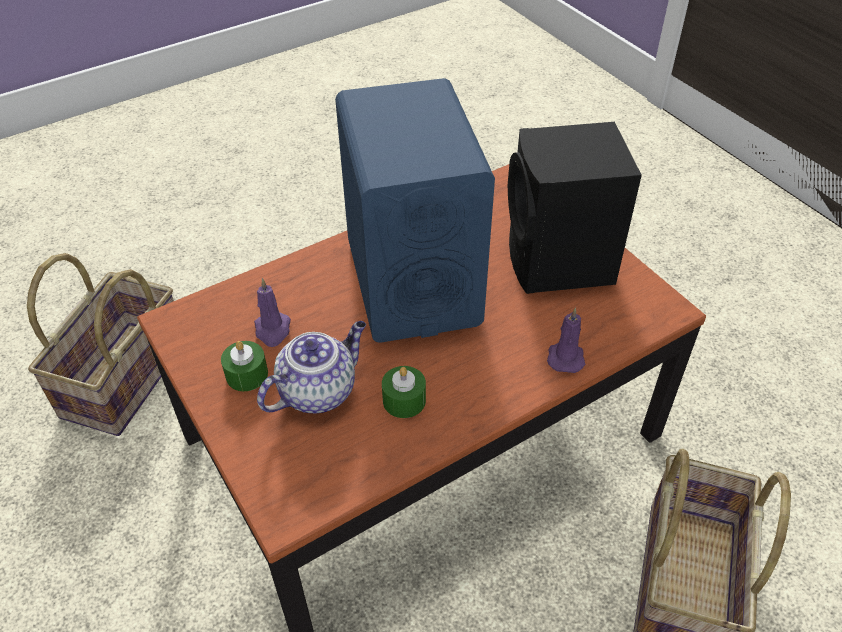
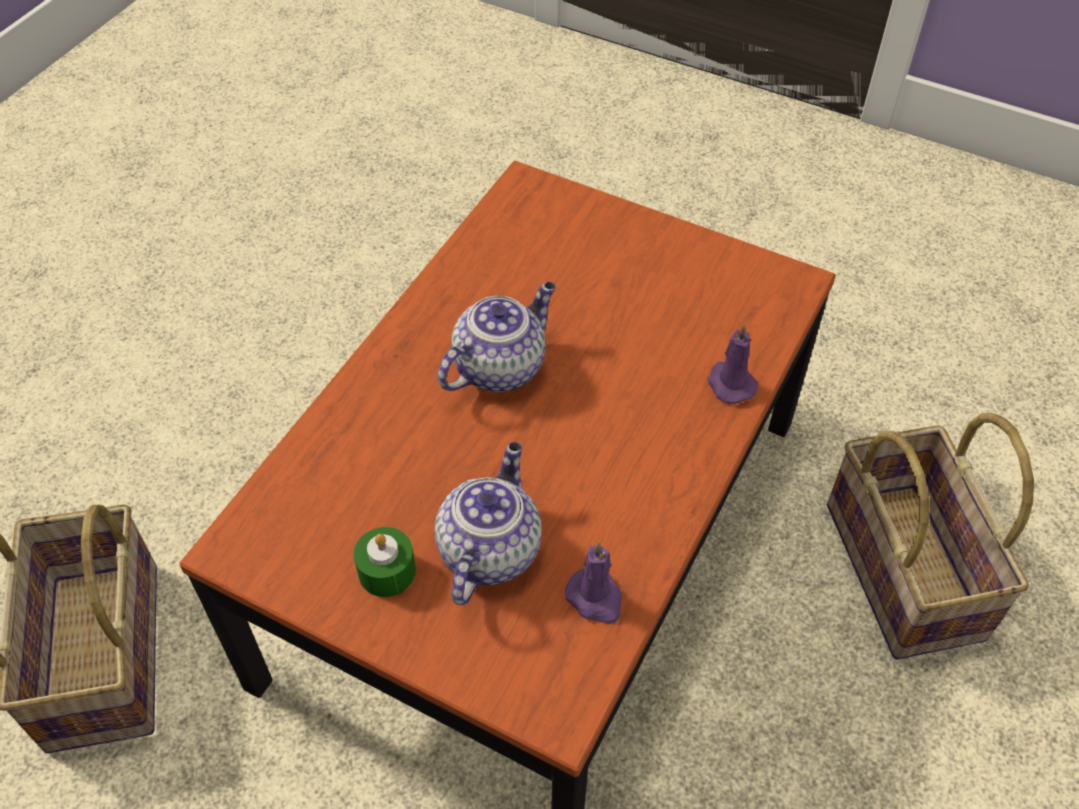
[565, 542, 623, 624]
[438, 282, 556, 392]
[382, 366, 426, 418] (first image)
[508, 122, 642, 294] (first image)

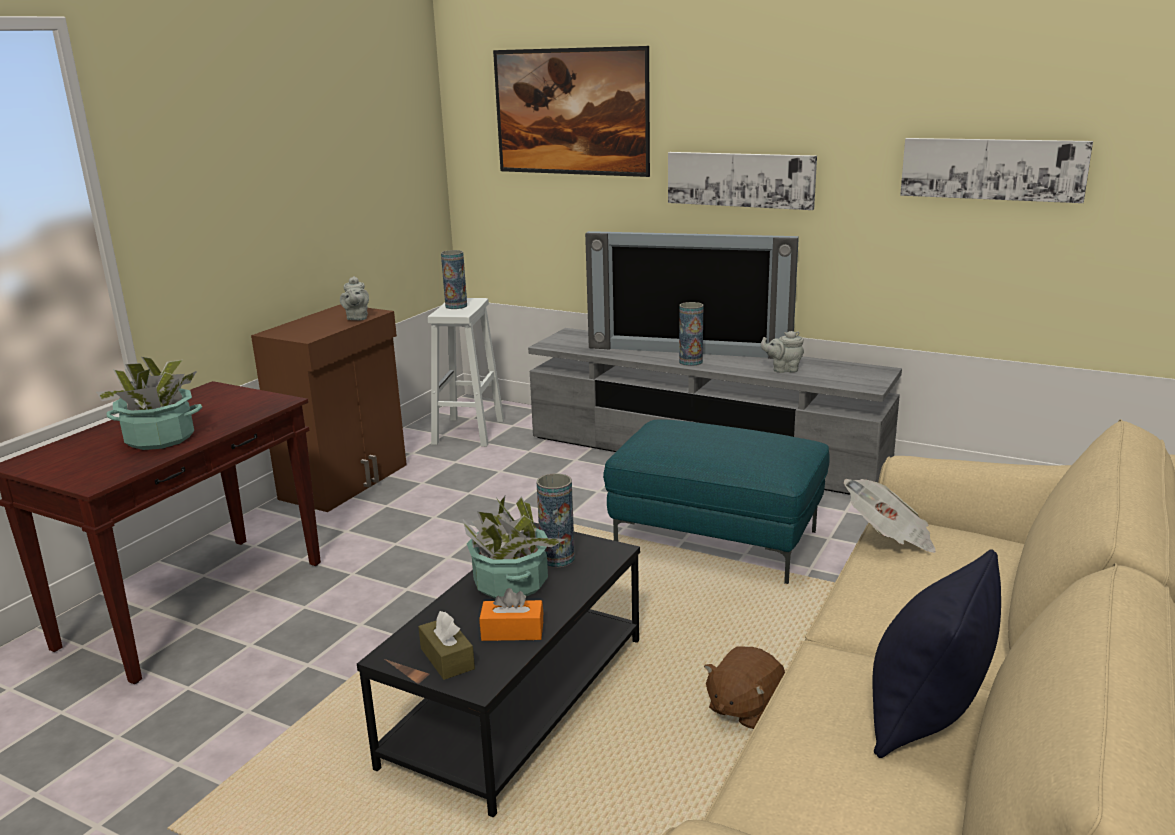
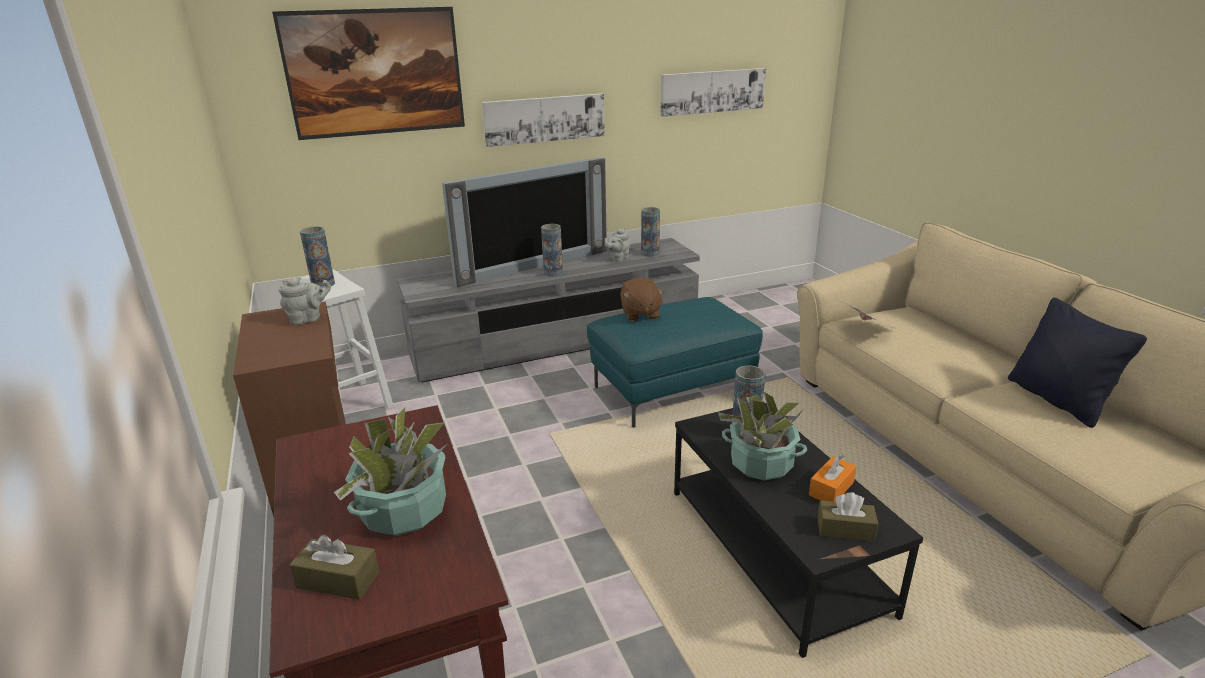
[279, 277, 331, 325]
[620, 277, 665, 322]
[289, 535, 379, 600]
[641, 207, 660, 257]

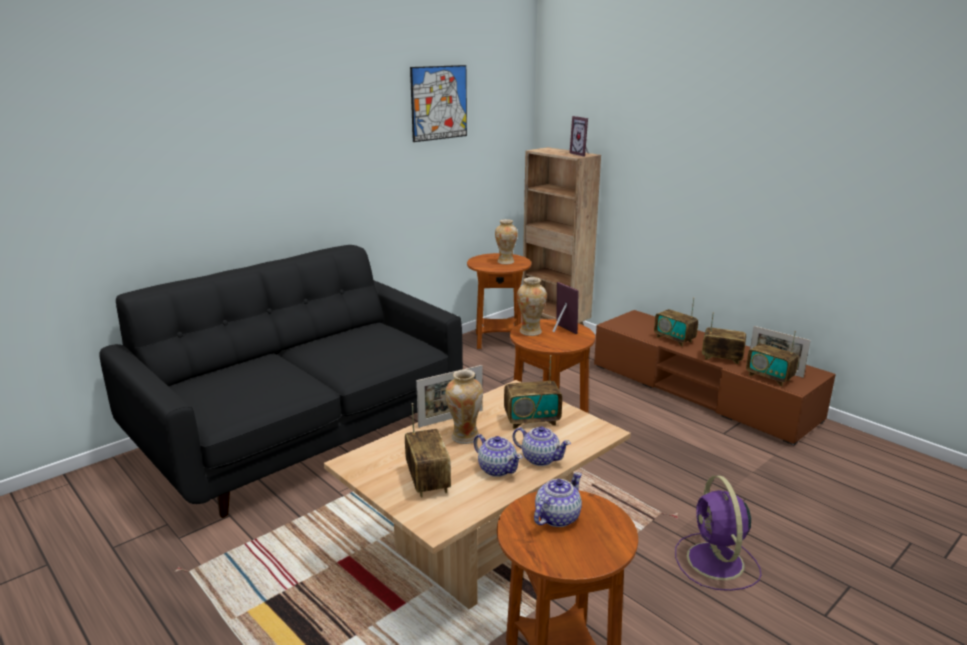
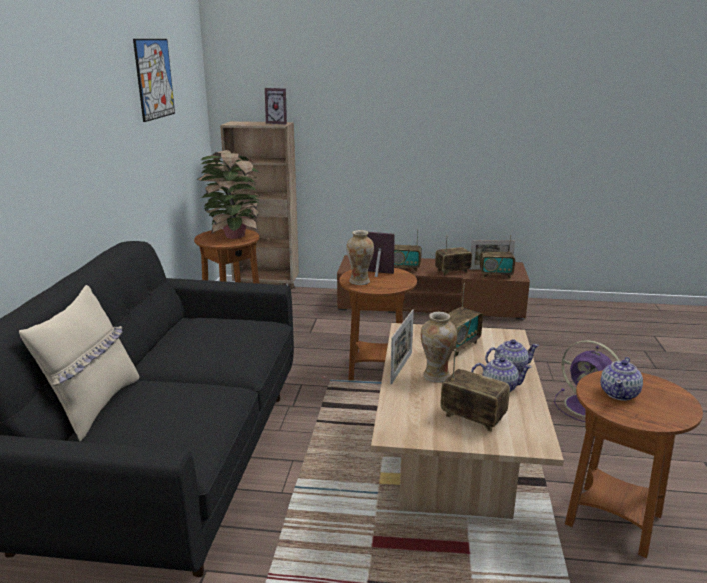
[196, 150, 259, 239]
[601, 357, 643, 401]
[19, 285, 139, 442]

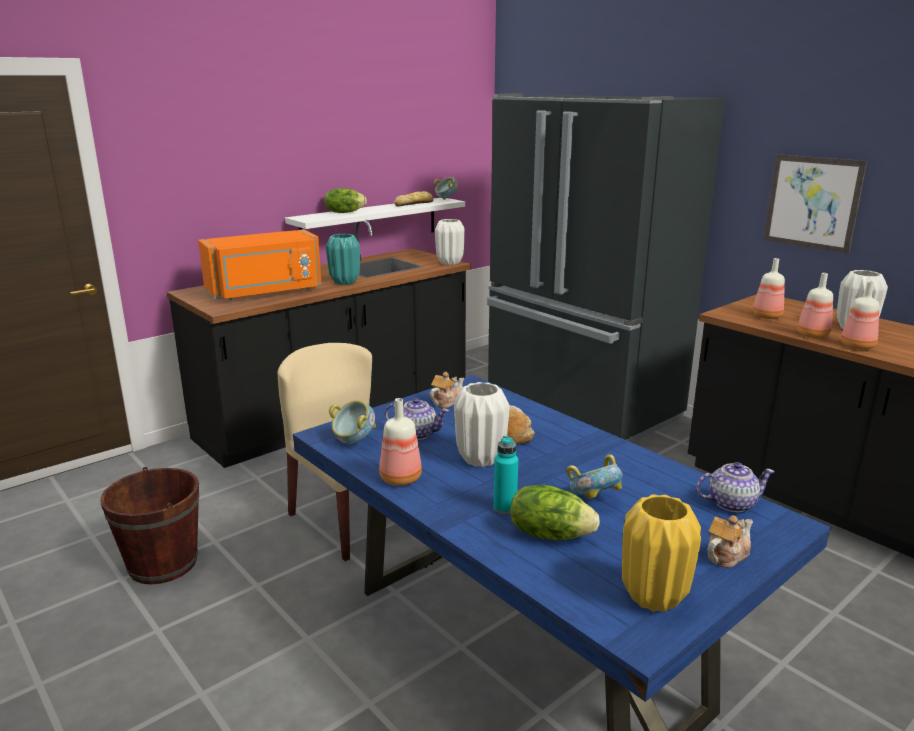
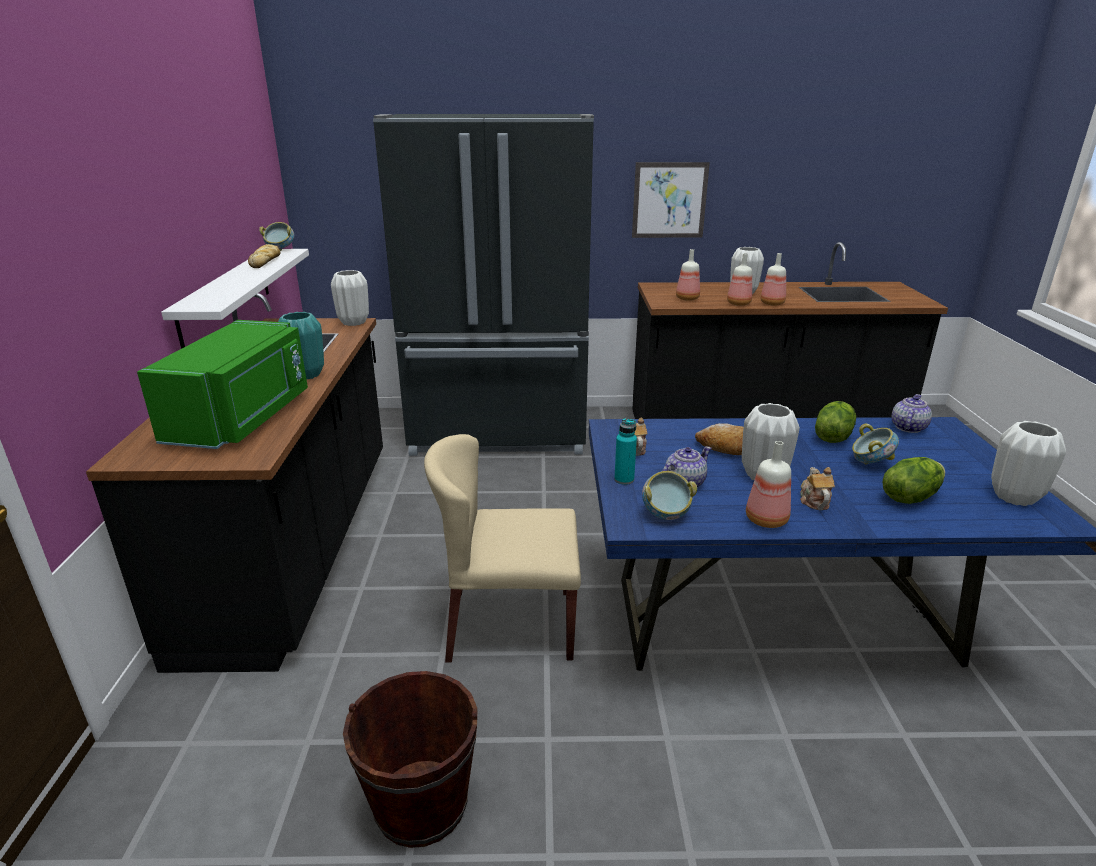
[137, 320, 308, 449]
[815, 401, 856, 443]
[614, 418, 637, 485]
[991, 421, 1066, 506]
[800, 467, 835, 510]

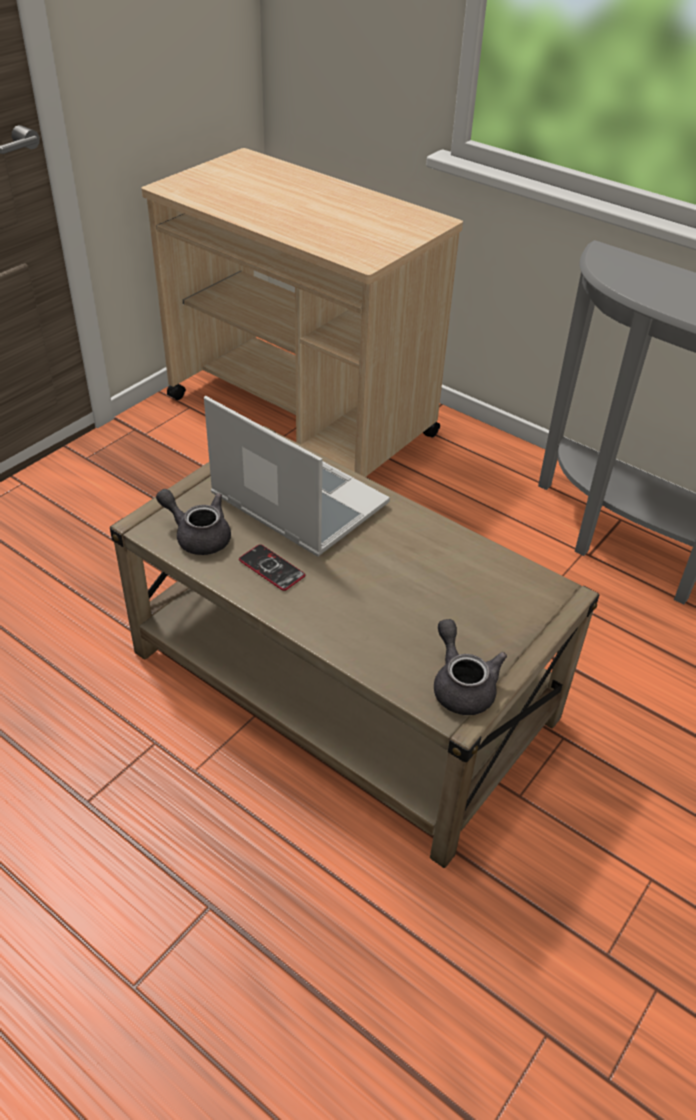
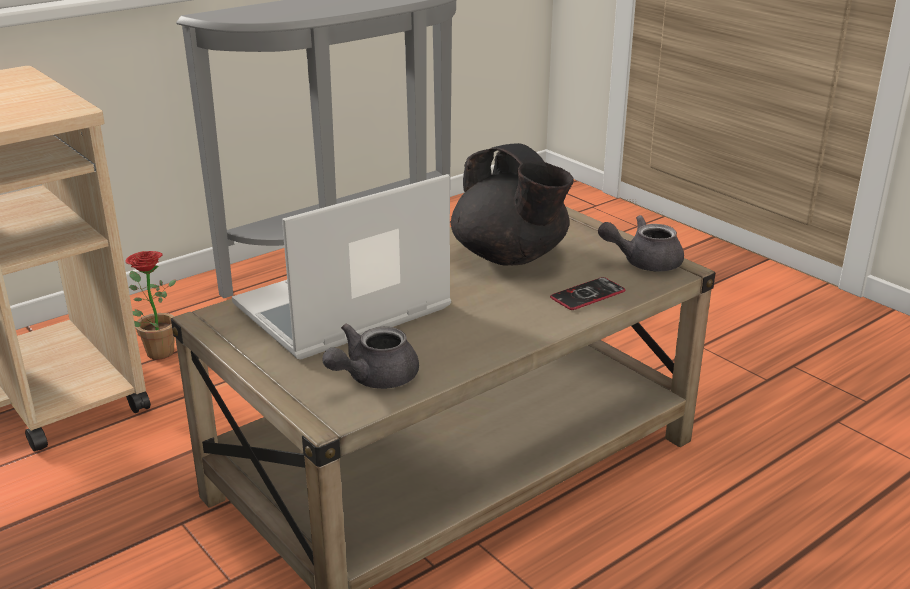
[550, 277, 625, 310]
[125, 251, 176, 360]
[451, 143, 574, 266]

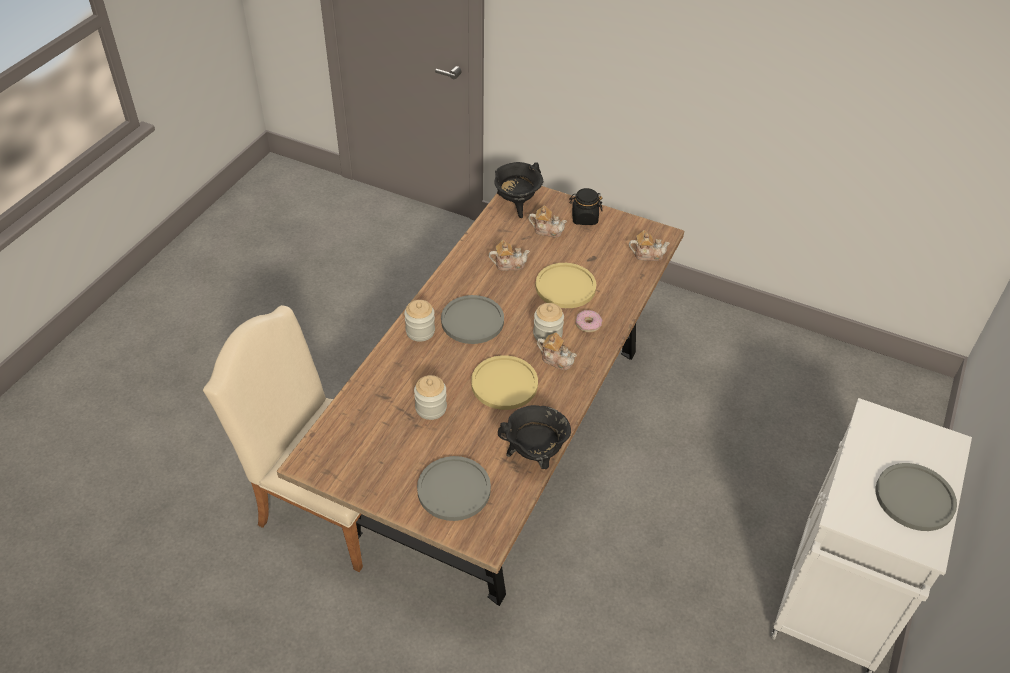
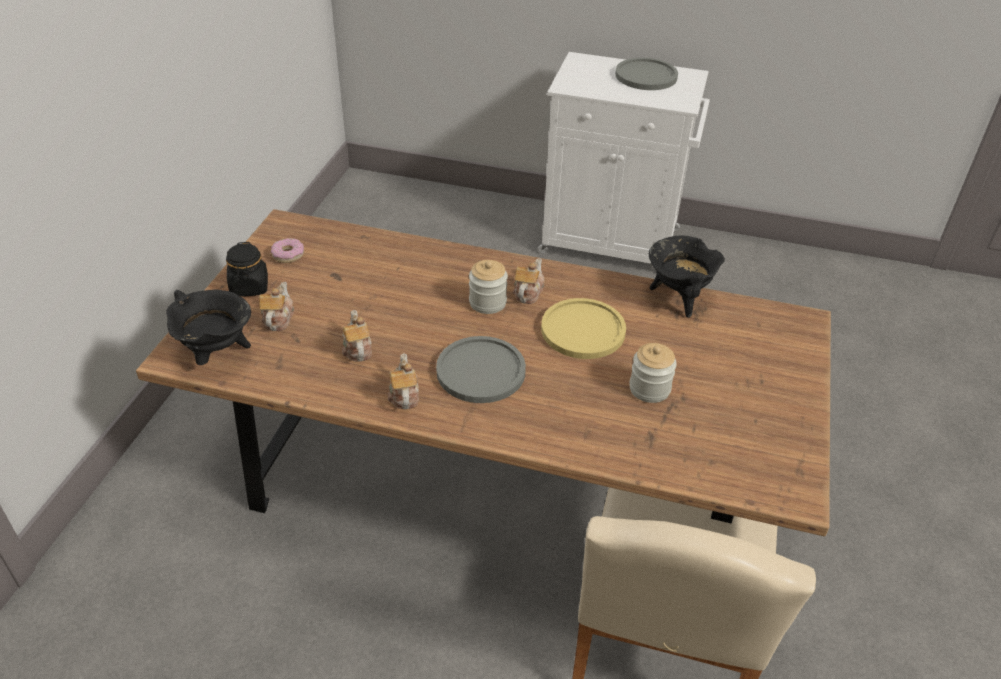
[404, 300, 435, 342] (first image)
[417, 456, 491, 521] (first image)
[535, 263, 596, 308] (first image)
[271, 238, 304, 263]
[388, 353, 419, 409]

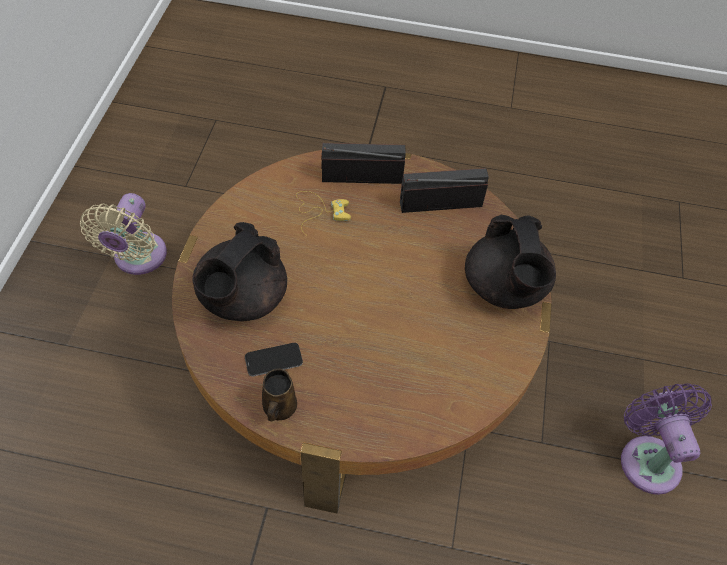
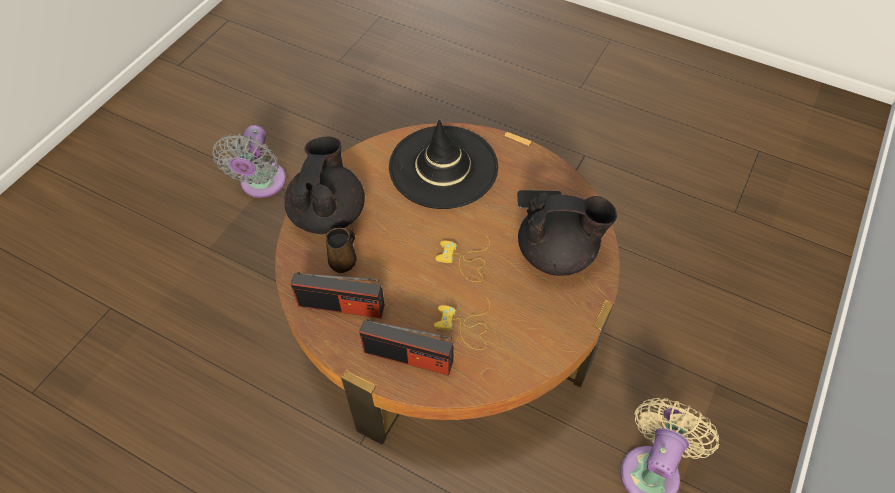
[518, 192, 617, 276]
[326, 228, 356, 273]
[212, 125, 286, 198]
[389, 120, 498, 209]
[435, 237, 490, 282]

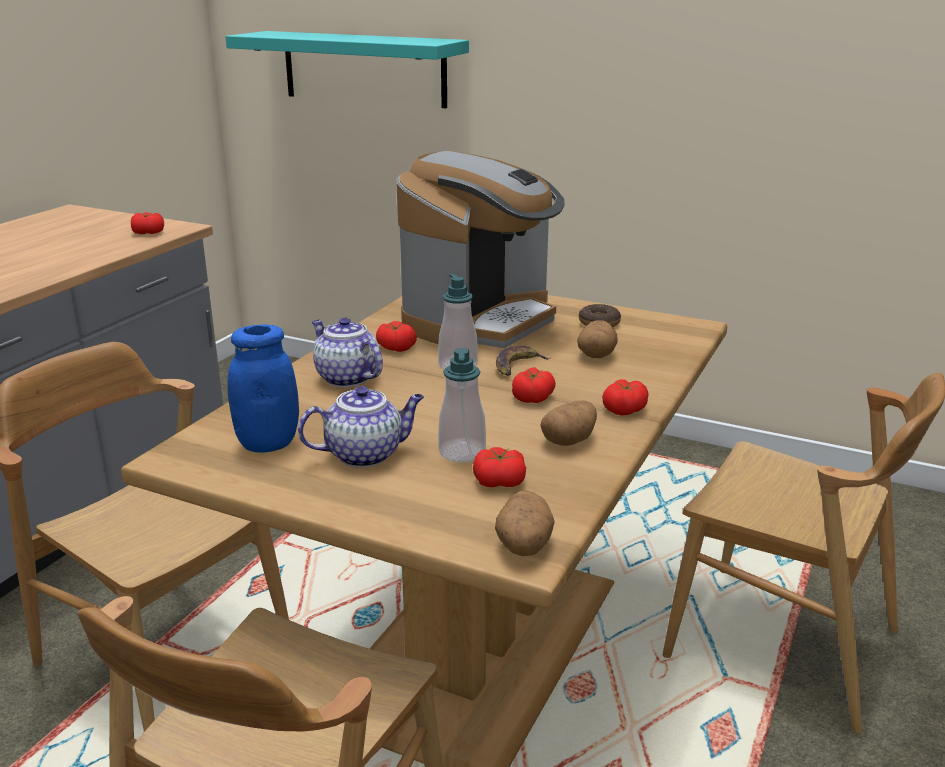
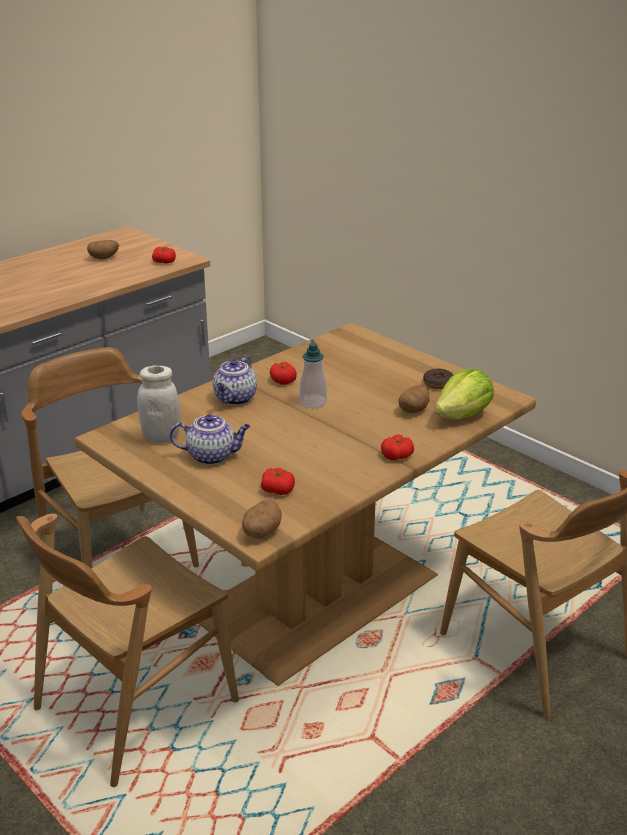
[225, 31, 469, 108] (first image)
[137, 366, 181, 444]
[213, 355, 257, 405]
[396, 151, 565, 348] (first image)
[438, 348, 486, 463] (first image)
[496, 345, 550, 376] (first image)
[512, 367, 556, 403] (first image)
[87, 240, 119, 259]
[435, 369, 494, 420]

